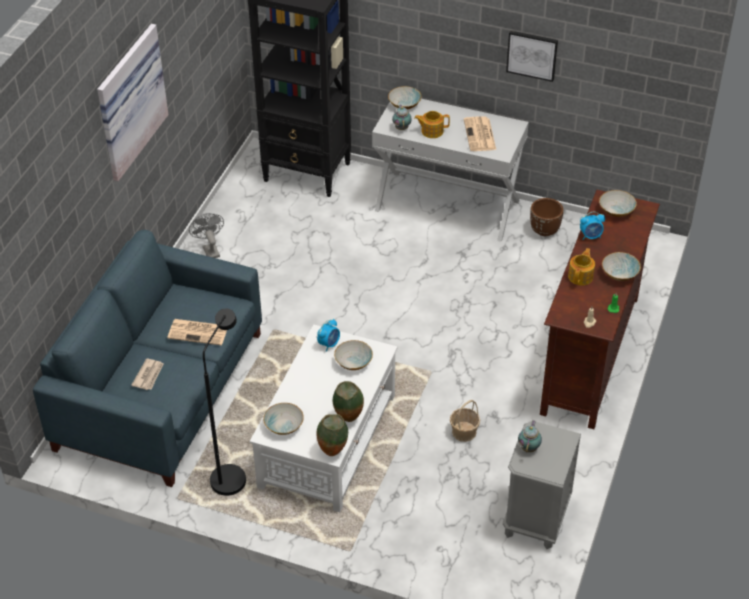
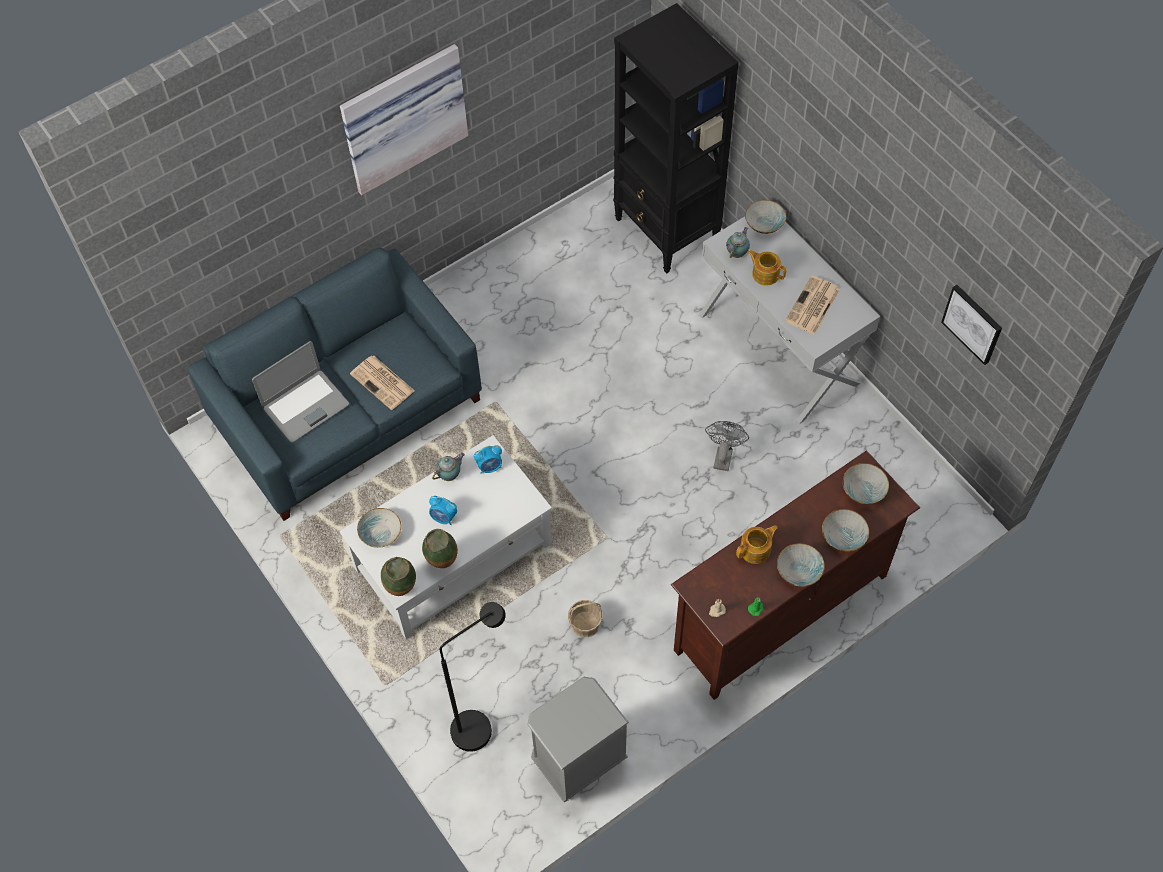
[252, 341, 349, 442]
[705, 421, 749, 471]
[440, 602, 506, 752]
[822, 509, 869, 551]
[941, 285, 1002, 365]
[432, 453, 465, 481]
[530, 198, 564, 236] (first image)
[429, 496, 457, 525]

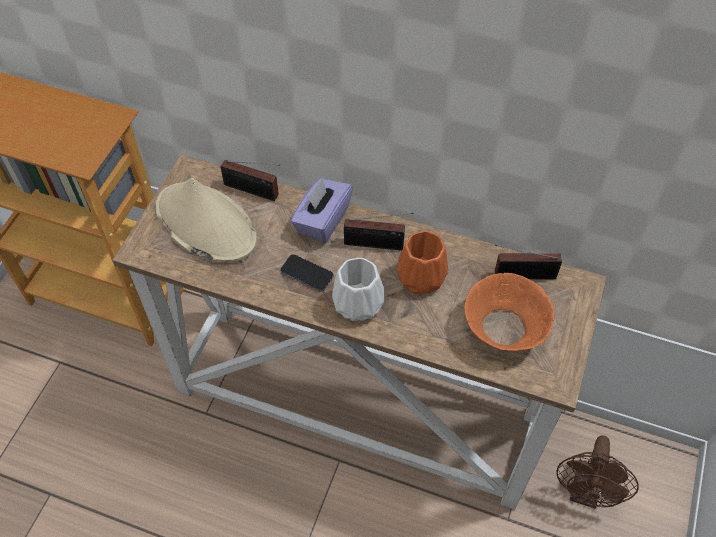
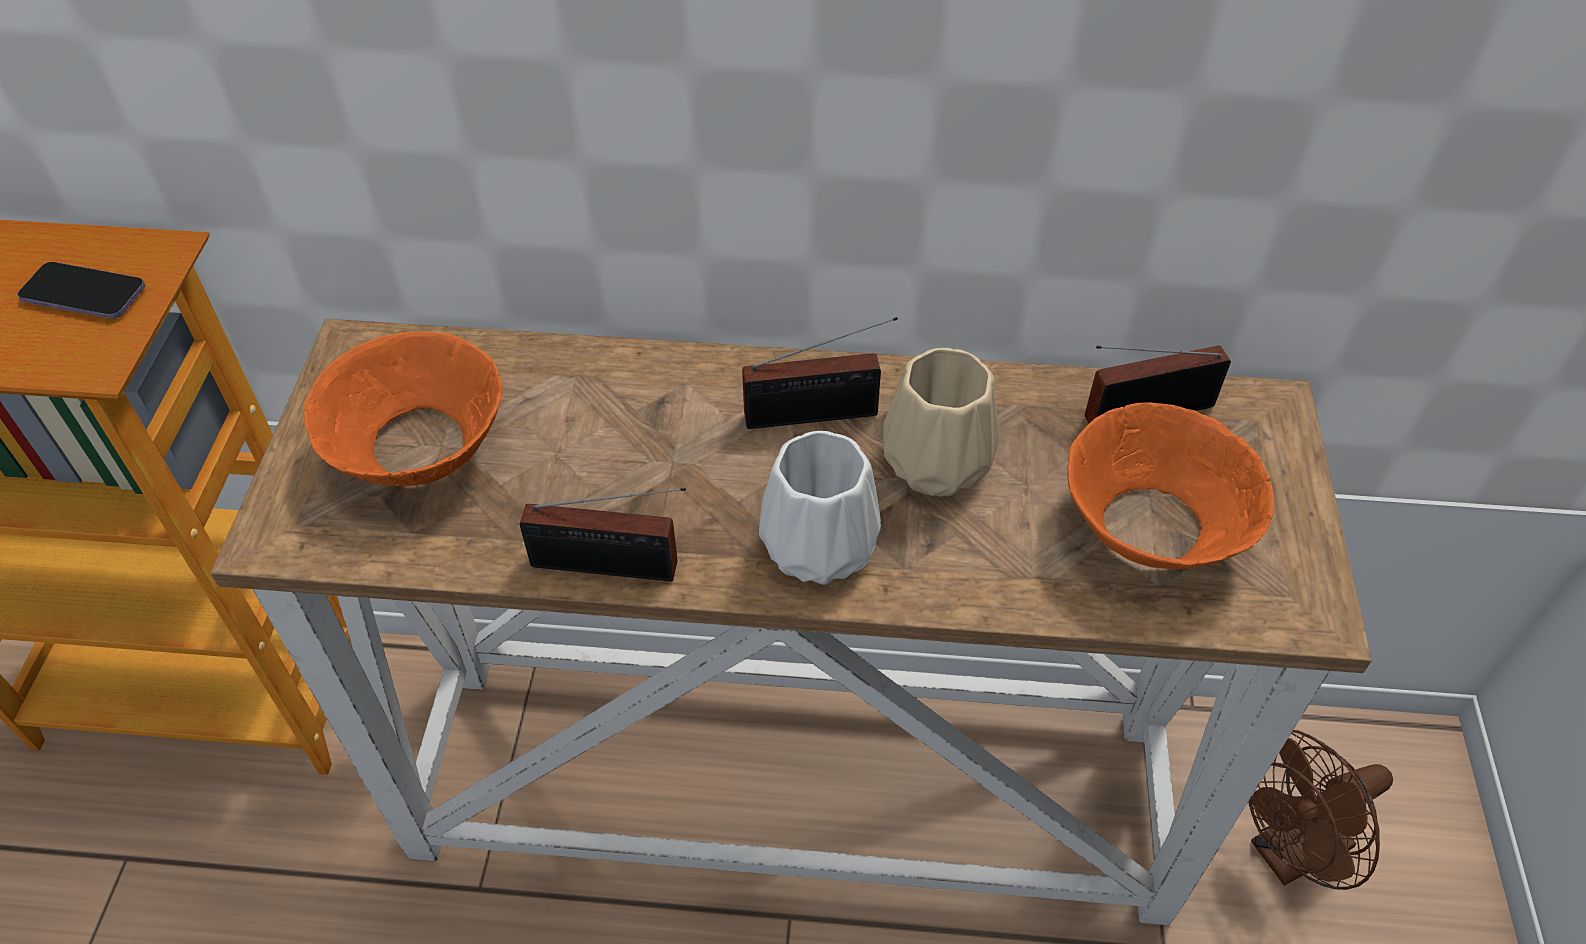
[304, 331, 503, 486]
[520, 488, 686, 581]
[17, 262, 145, 319]
[291, 178, 353, 243] (first image)
[884, 348, 1000, 496]
[1249, 730, 1393, 890]

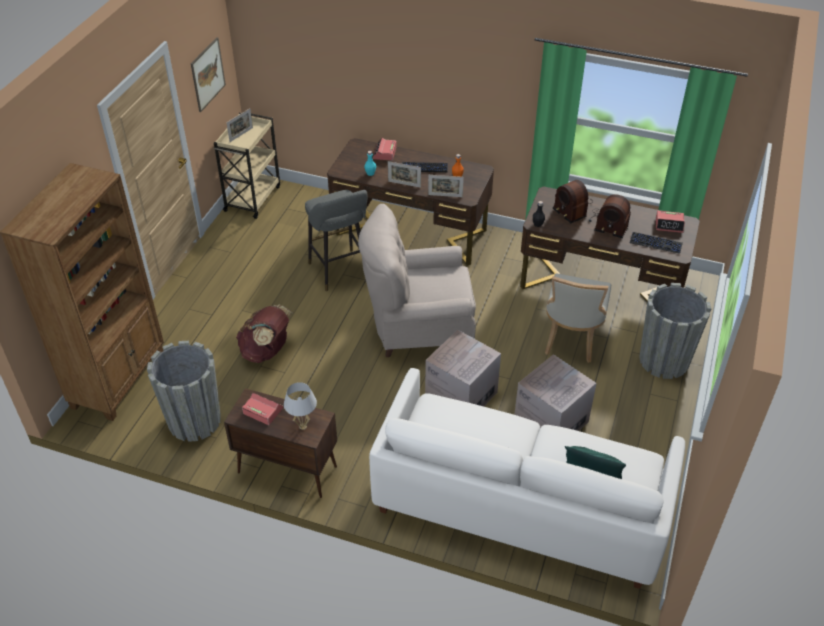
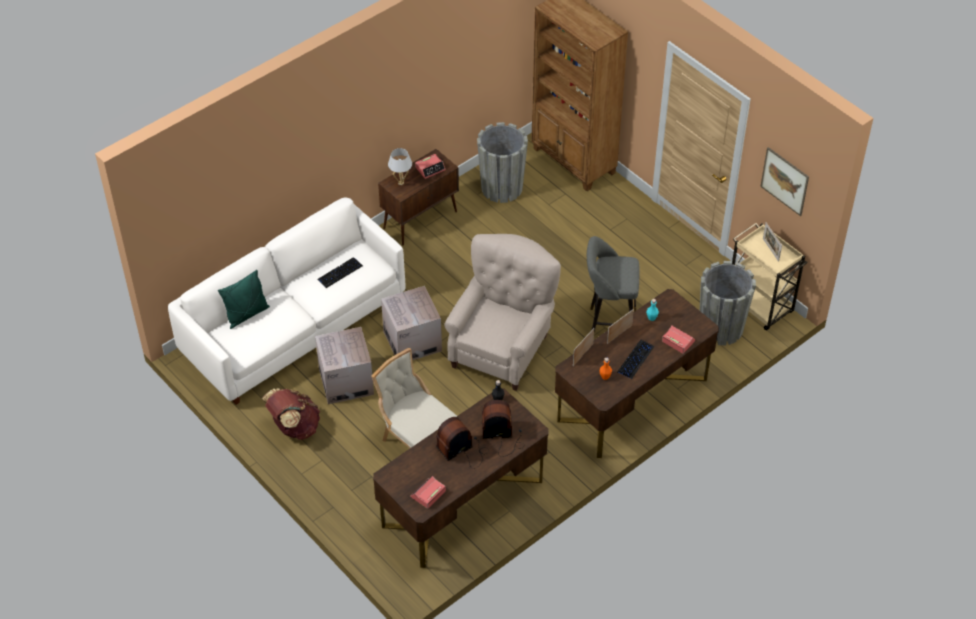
[262, 388, 320, 440]
[317, 257, 363, 288]
[700, 261, 756, 345]

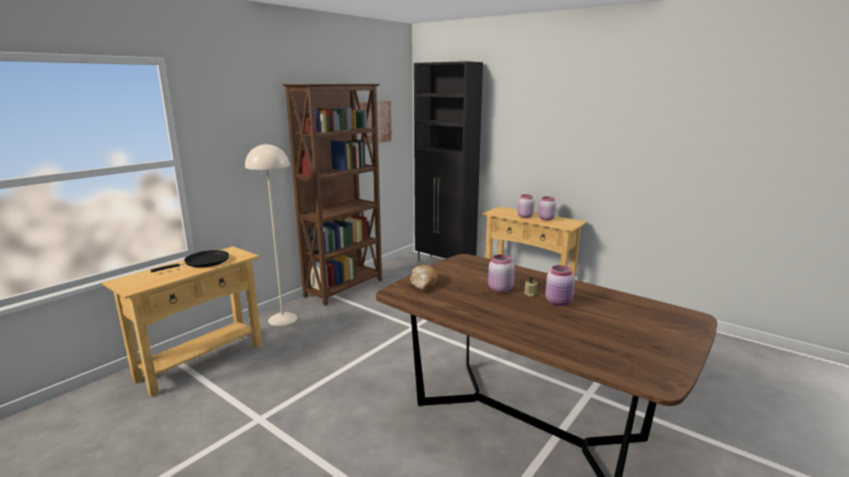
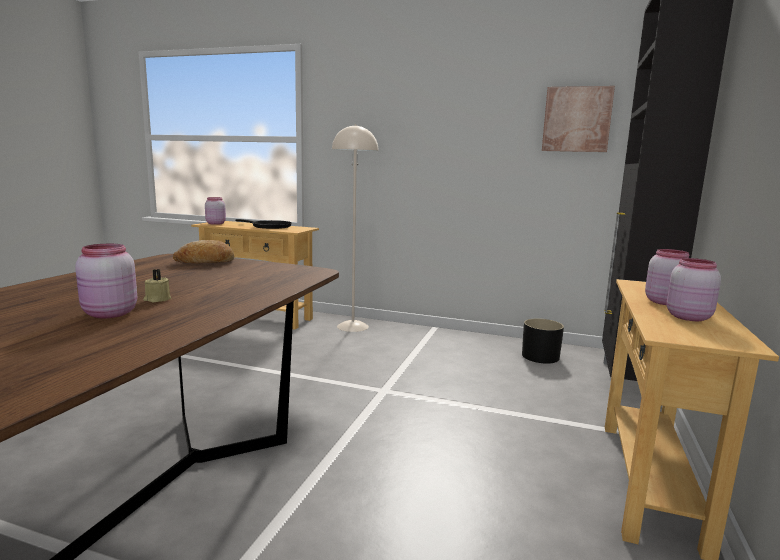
[282, 84, 382, 306] (first image)
[205, 197, 226, 225]
[522, 319, 564, 364]

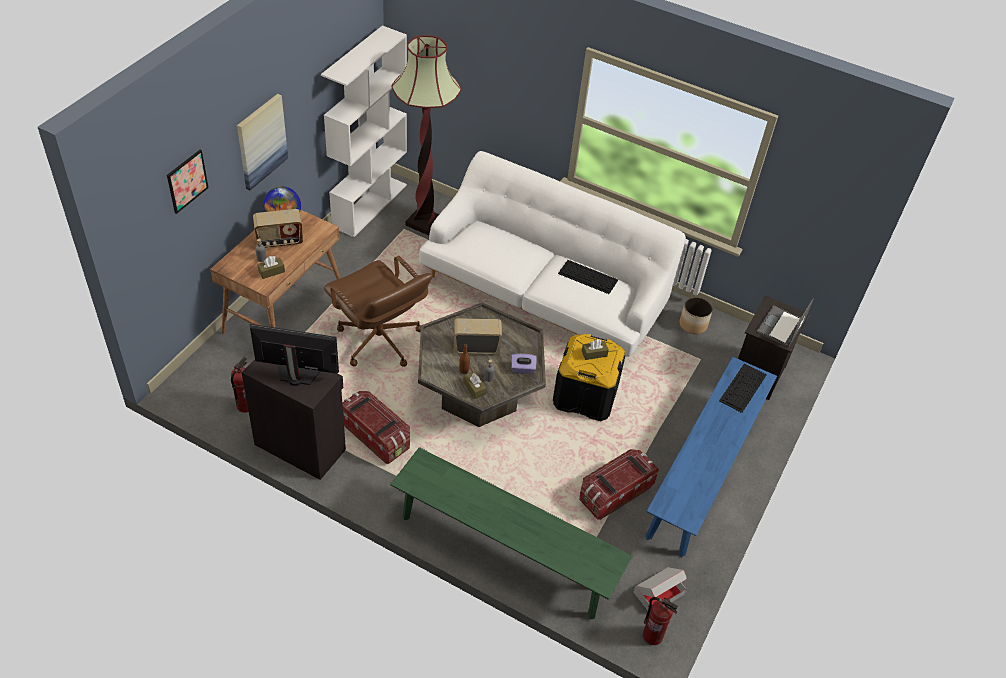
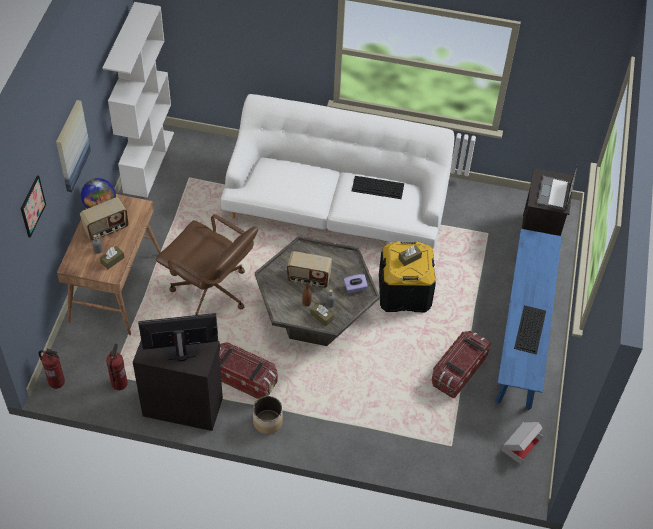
[390, 447, 633, 619] (first image)
[392, 35, 461, 236] (first image)
[287, 251, 332, 288]
[39, 349, 65, 389]
[253, 396, 283, 434]
[514, 305, 546, 355]

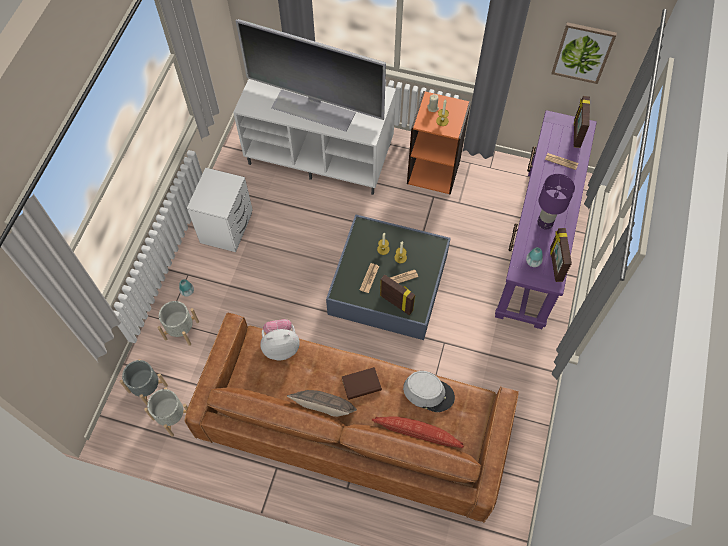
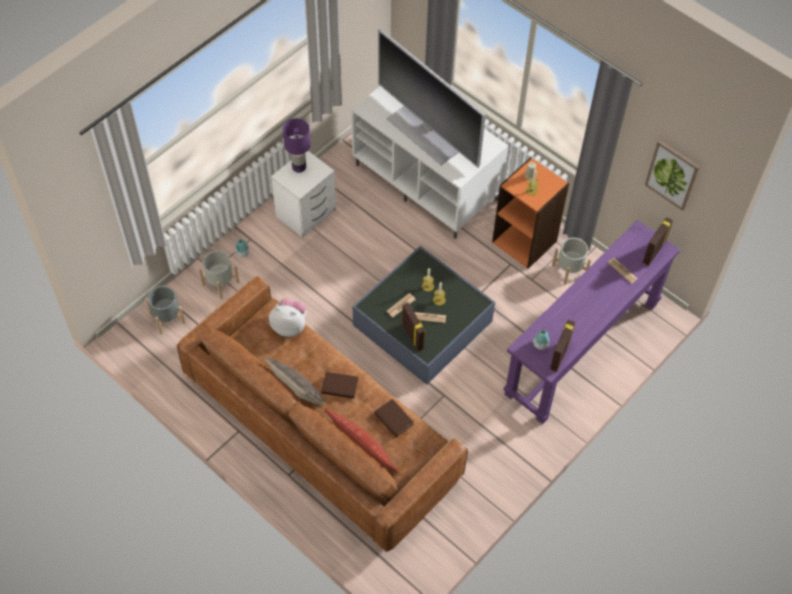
[552, 238, 591, 285]
[374, 399, 414, 437]
[283, 118, 311, 173]

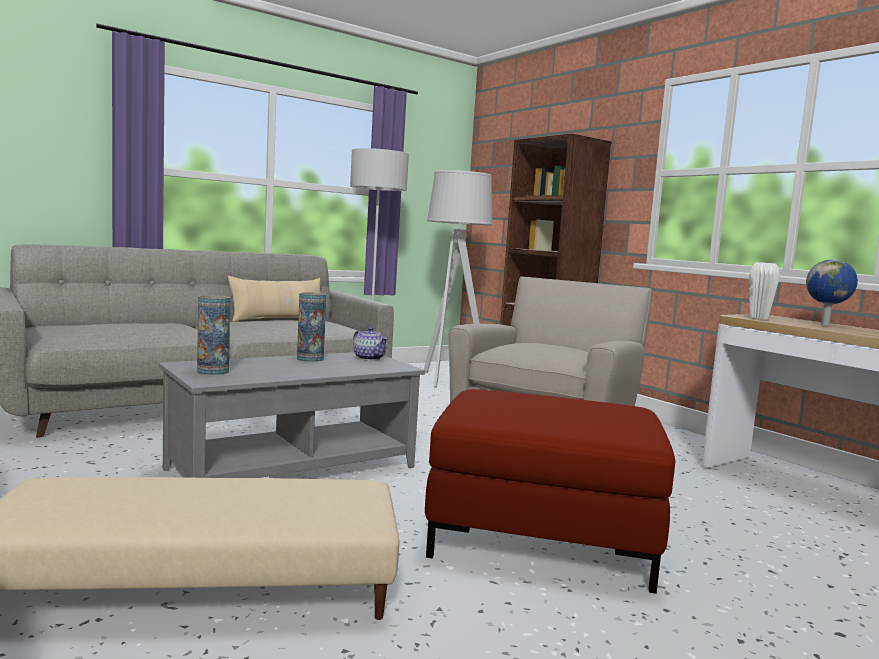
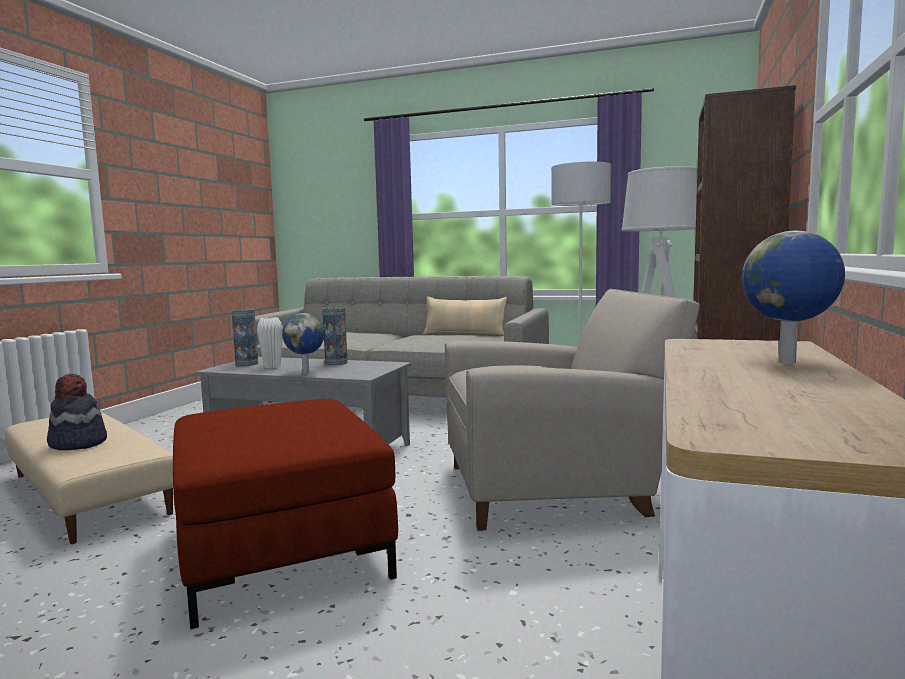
[353, 327, 388, 361] (first image)
[257, 317, 283, 369]
[47, 374, 107, 450]
[282, 313, 325, 374]

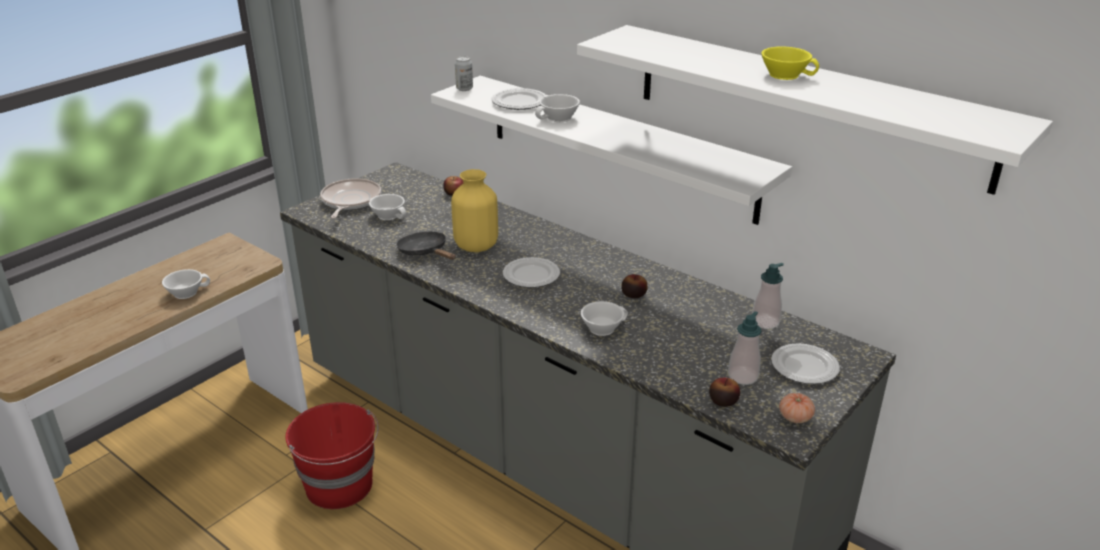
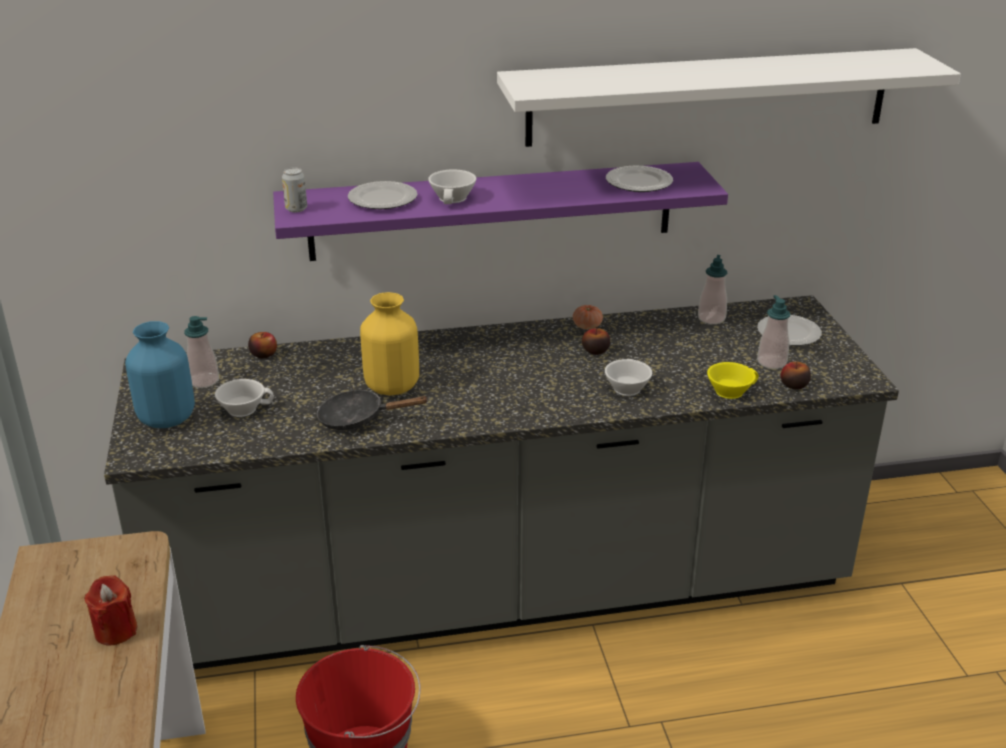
[84, 575, 137, 646]
[125, 321, 195, 428]
[273, 162, 728, 261]
[606, 165, 673, 192]
[707, 362, 759, 399]
[573, 305, 603, 330]
[184, 316, 219, 388]

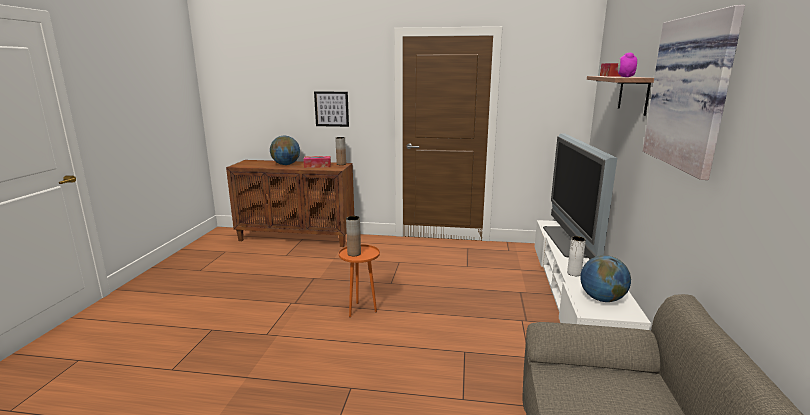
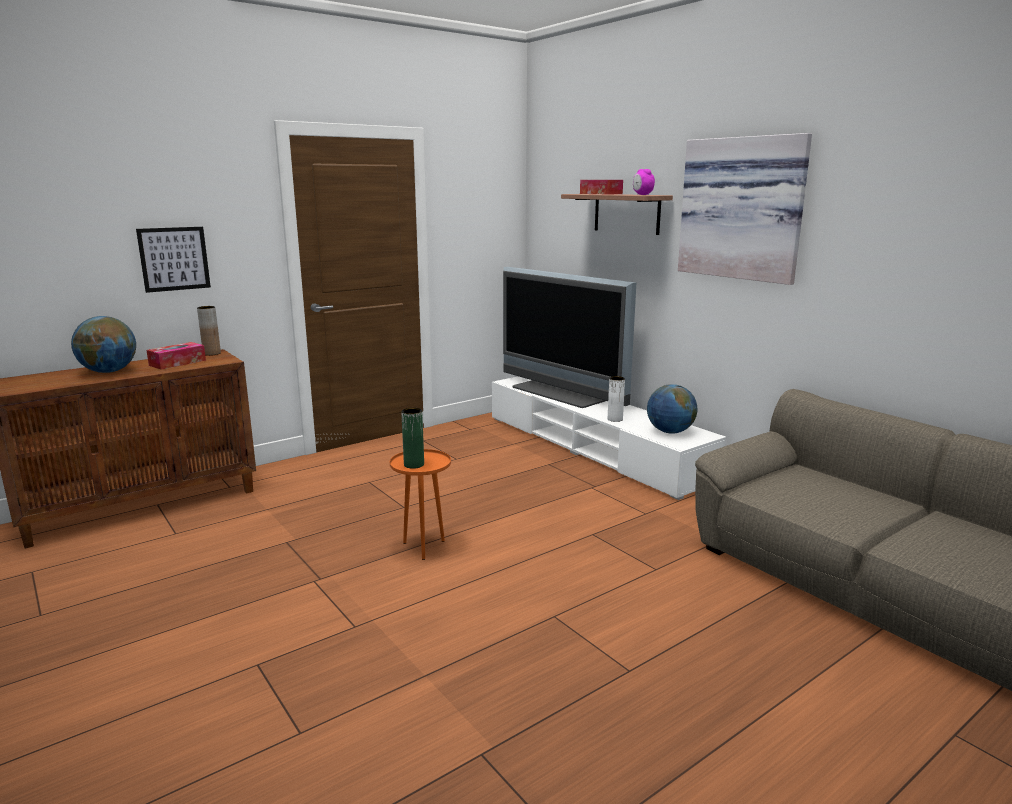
[401, 408, 424, 469]

